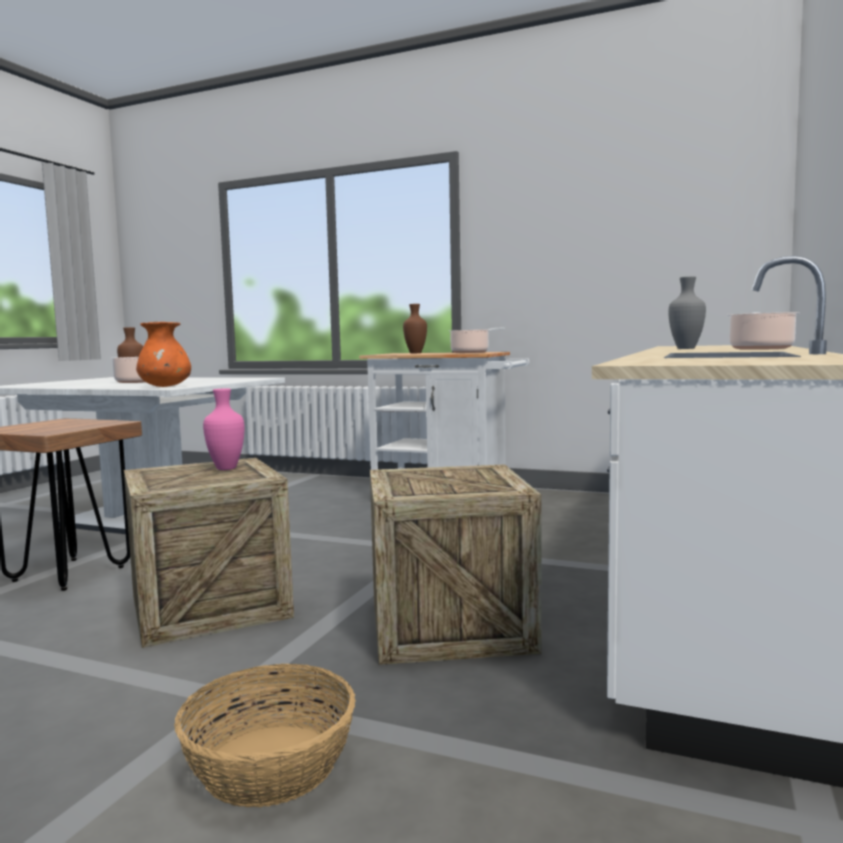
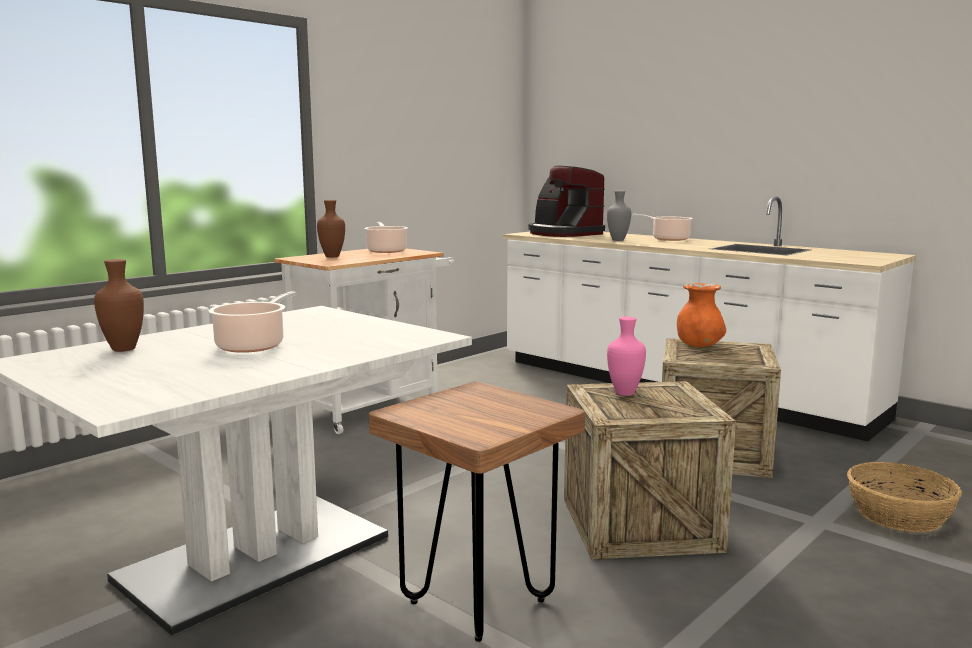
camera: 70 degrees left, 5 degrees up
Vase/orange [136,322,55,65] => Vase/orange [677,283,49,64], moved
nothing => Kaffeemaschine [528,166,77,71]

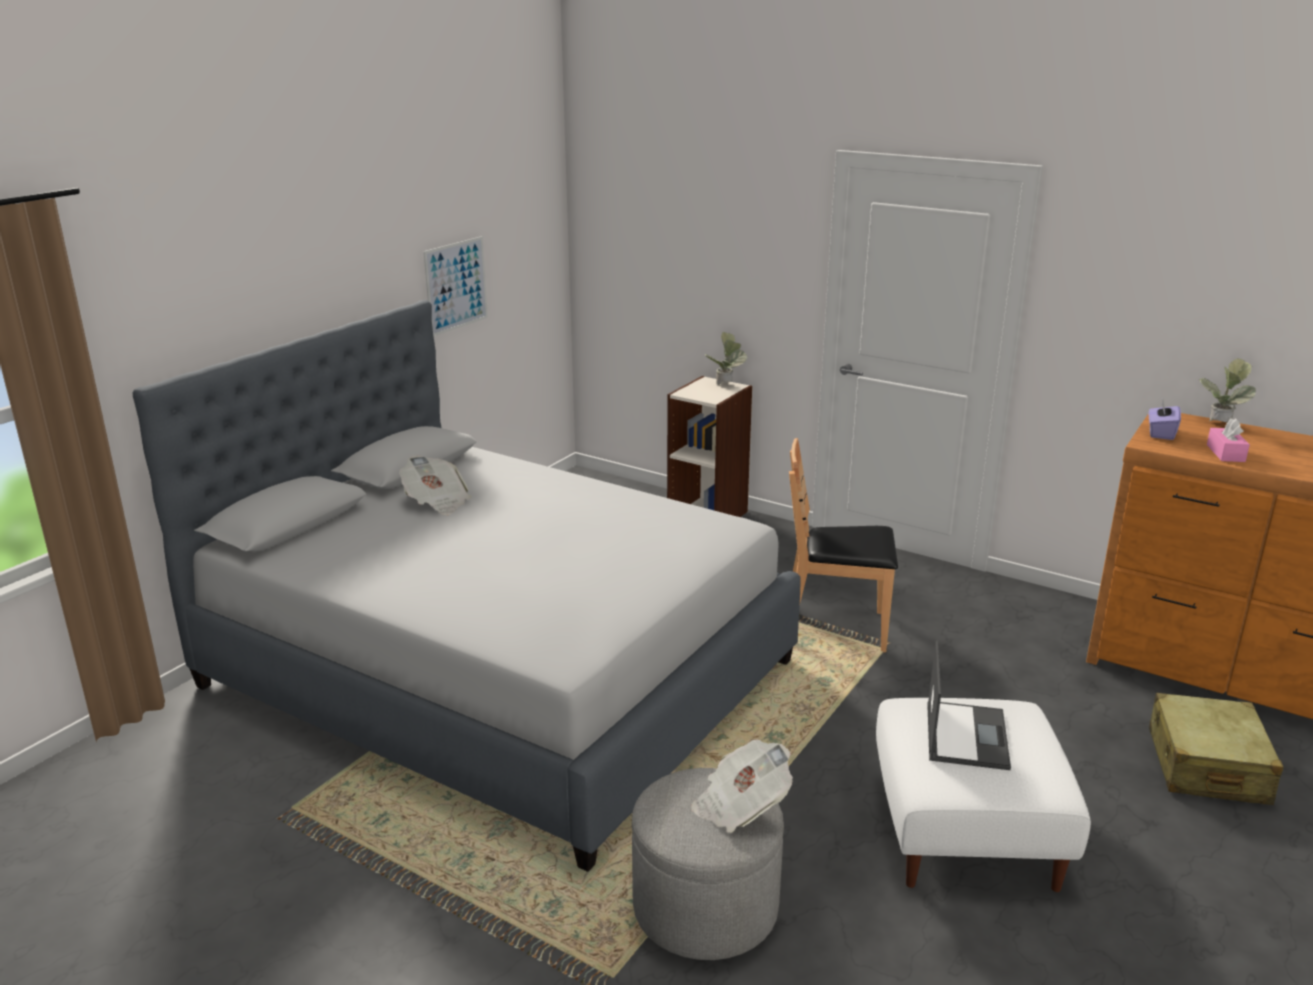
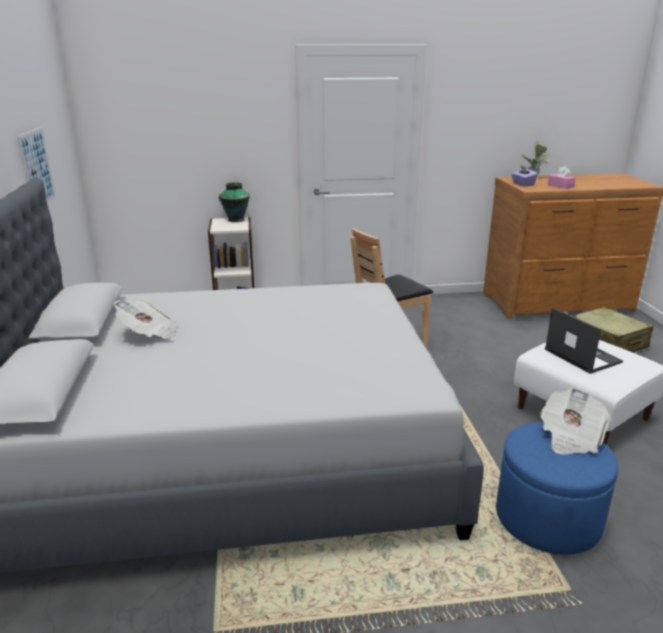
camera: 40 degrees left, 0 degrees up
Polsterhocker/grau [632,768,152,192] => Polsterhocker/blau [496,422,123,133]
Topfpflanze [705,332,42,53] => Vase [219,182,30,40]

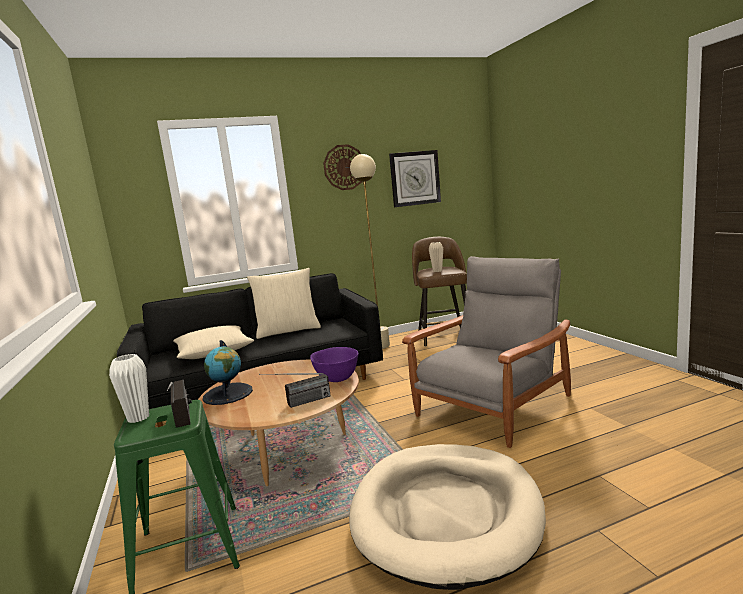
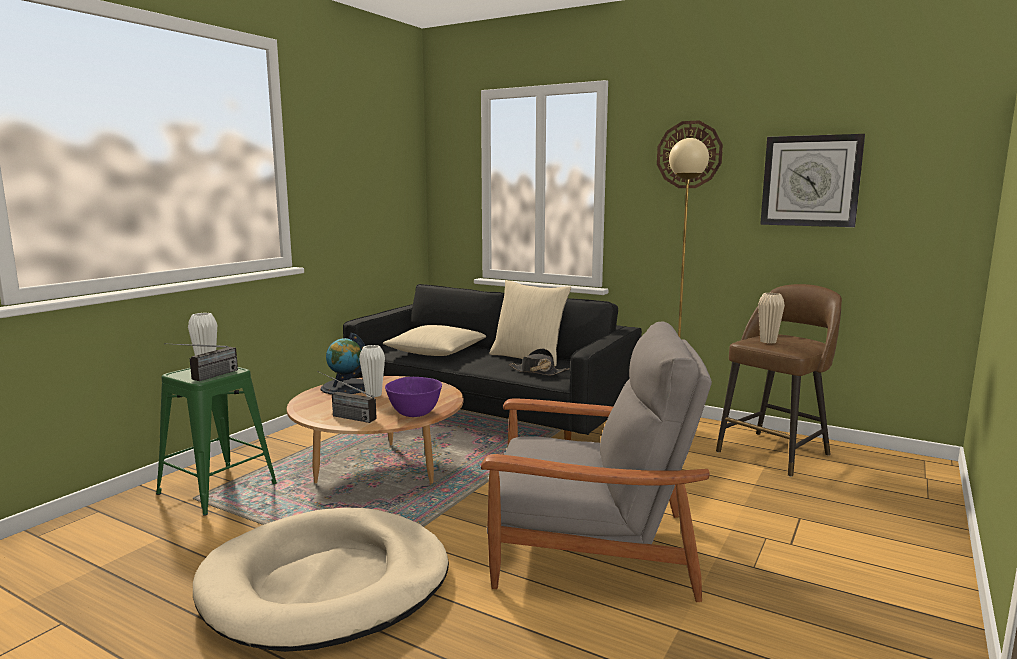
camera: 50 degrees right, 0 degrees up
nothing => Vase/weiß [359,345,26,52]
nothing => Hut/schwarz [509,348,61,27]

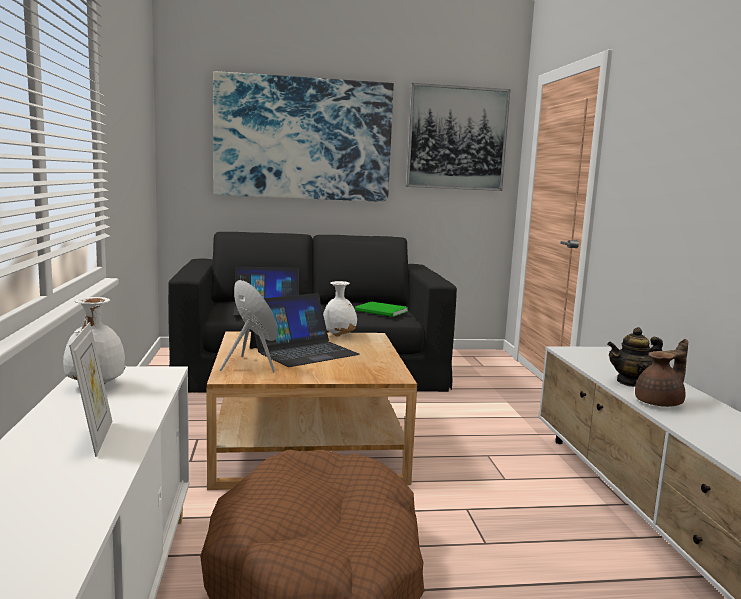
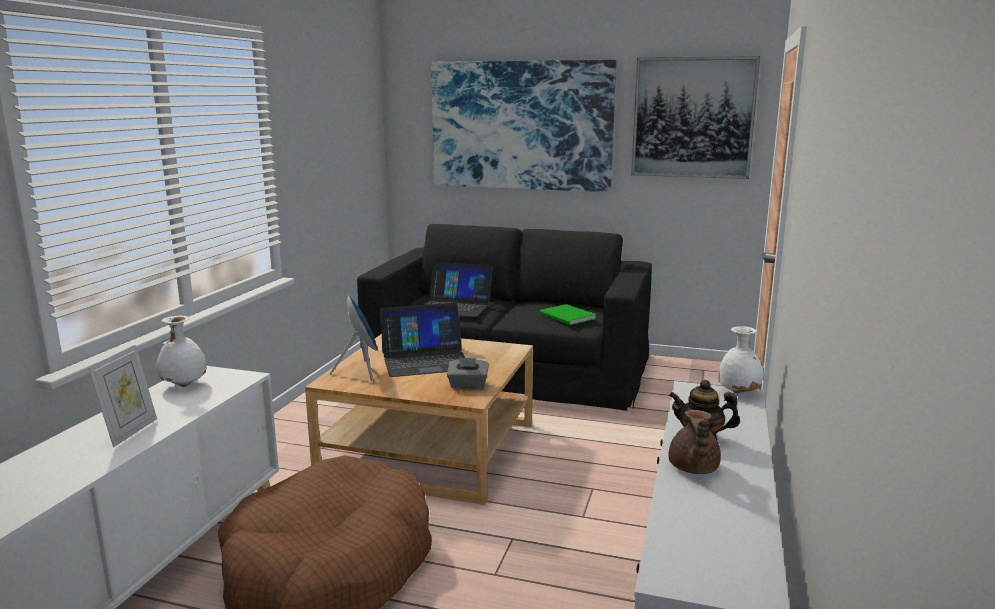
camera: 25 degrees right, 5 degrees up
Vase/weiß [323,281,34,56] => Vase/weiß [718,326,46,67], moved
Teekanne/braun [635,339,53,68] => Teekanne/braun [668,410,53,64], 105 degrees clockwise
nothing => Taschentuchbox/grau [447,358,42,31]

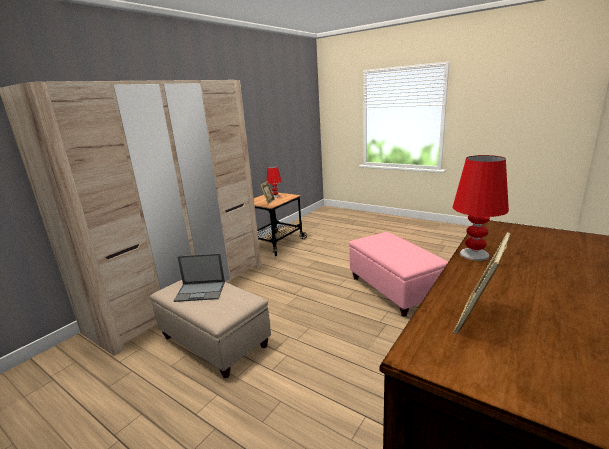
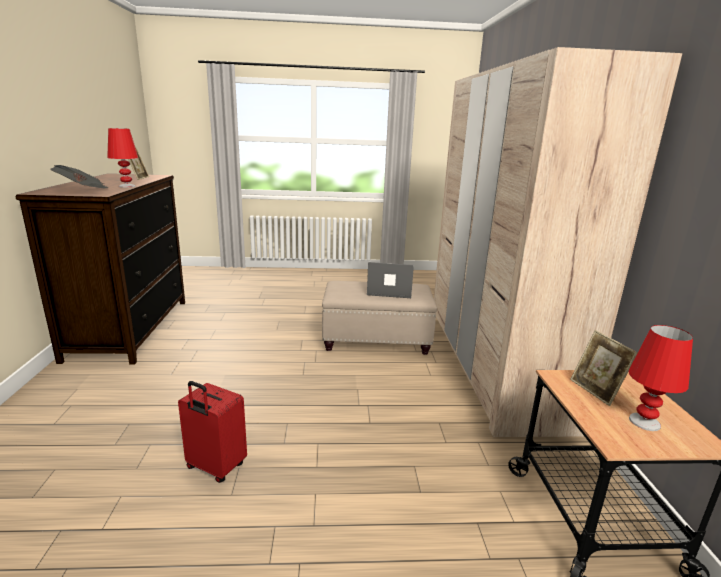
camera: 140 degrees right, 0 degrees up
Laptop [173,253,52,49] => Laptop [367,262,47,36], 45 degrees clockwise
Polsterhocker/rosa [349,232,99,85] => Koffer/rot [178,381,69,102]
nothing => Zeitung [50,165,58,23]

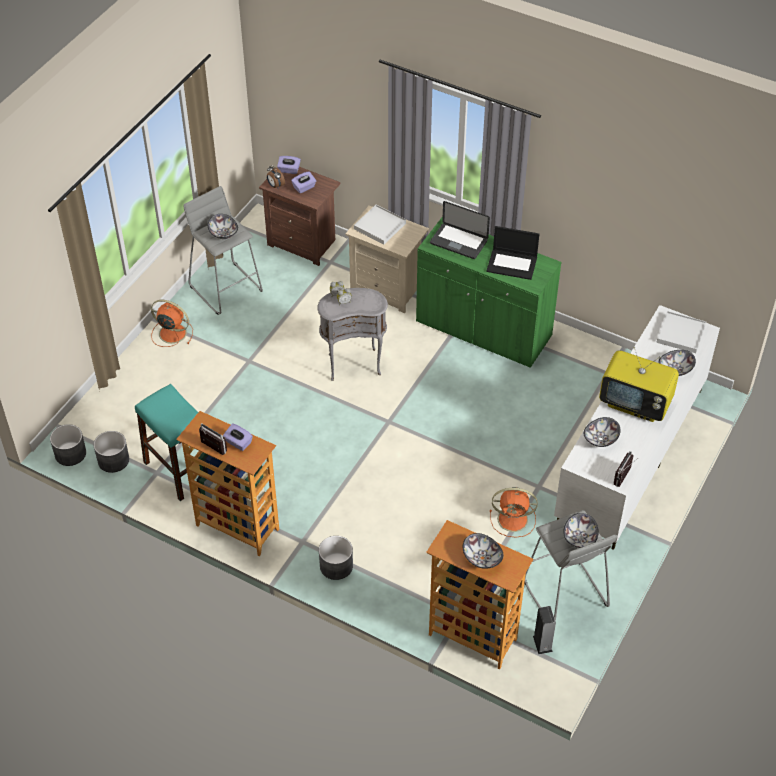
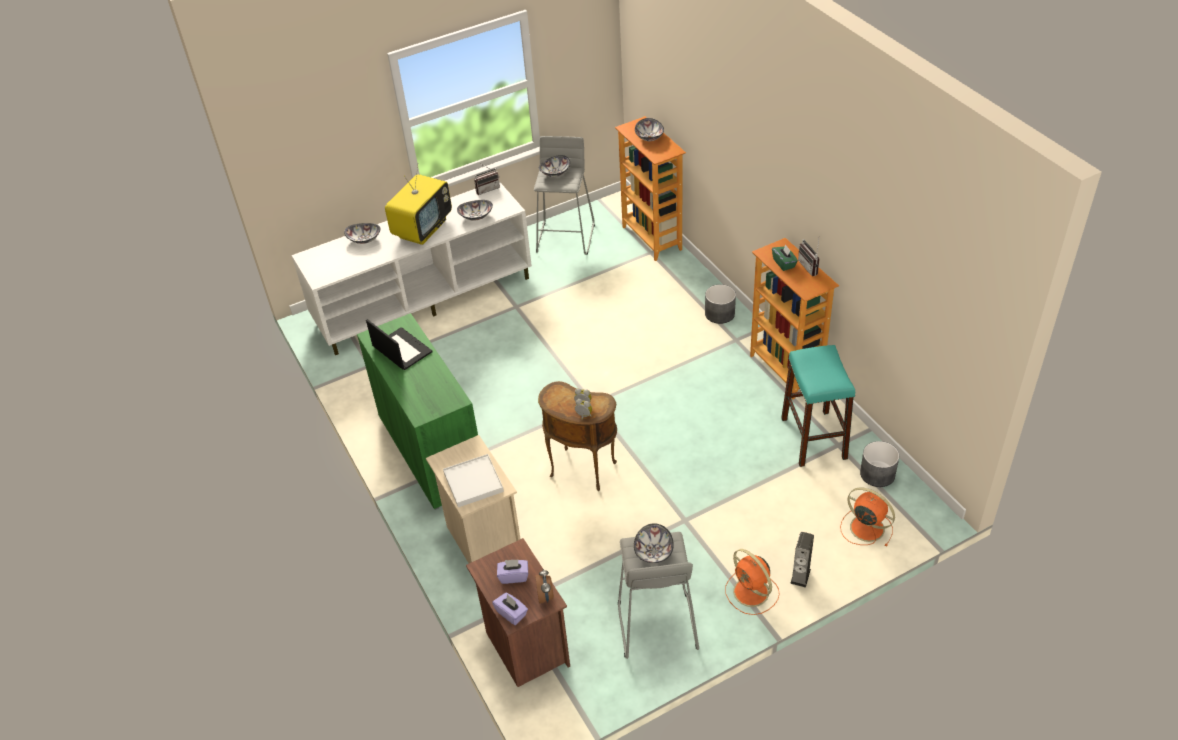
camera: 145 degrees left, 5 degrees down
Pflanzkübel/grau [50,424,36,42] => nothing
Taschentuchbox/lila [223,423,30,28] => Taschentuchbox/grün [772,244,26,27]
Beistelltisch/grau [317,288,71,93] => Beistelltisch/braun [538,381,79,110]
Laptop [430,201,60,58] => nothing
Ventilator/orange [490,487,48,51] => Ventilator/orange [840,487,55,59], moved
Lautsprecher [533,606,23,48] => Lautsprecher [790,532,24,56], moved
Fernseher [599,347,80,75] => Fernseher [385,163,67,82], 60 degrees clockwise
Tablett/weiß [656,311,50,42] => nothing

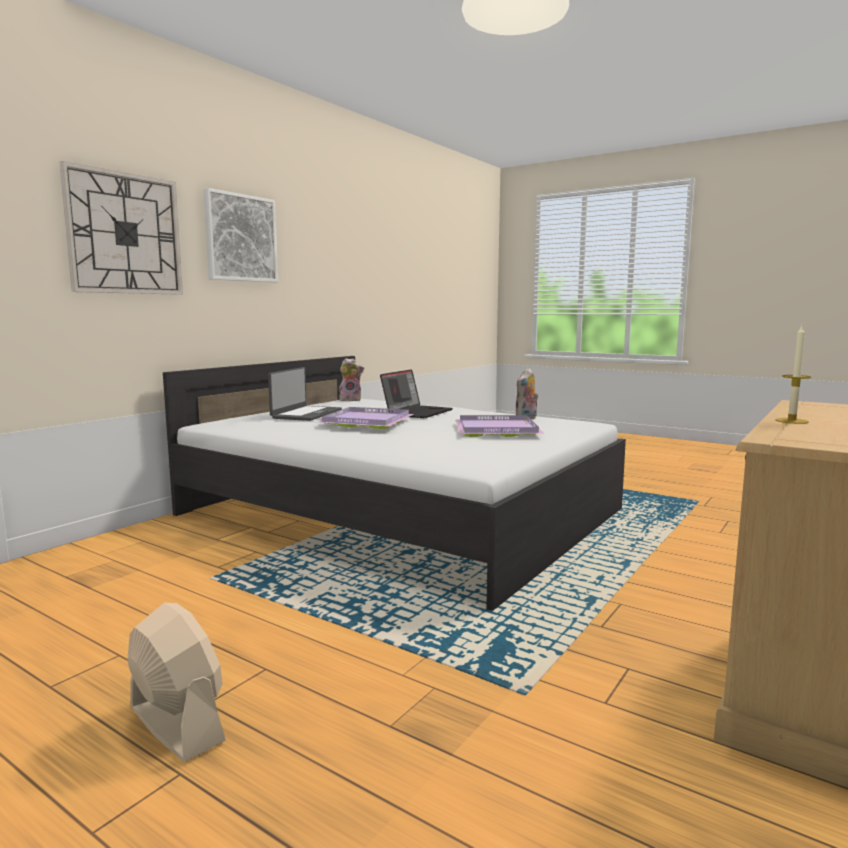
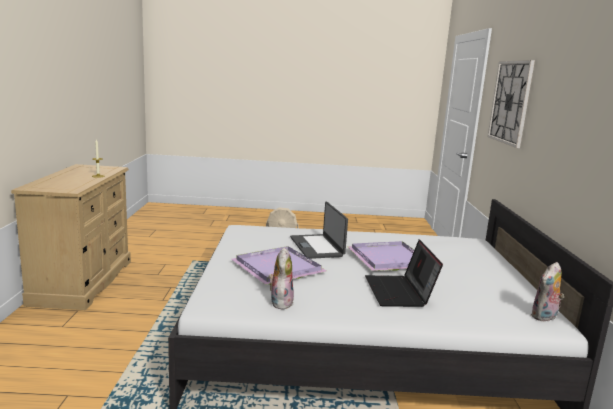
camera: 145 degrees right, 5 degrees up
Bild [203,188,75,94] => nothing
Laptop [268,367,74,54] => Laptop [290,202,58,57], moved

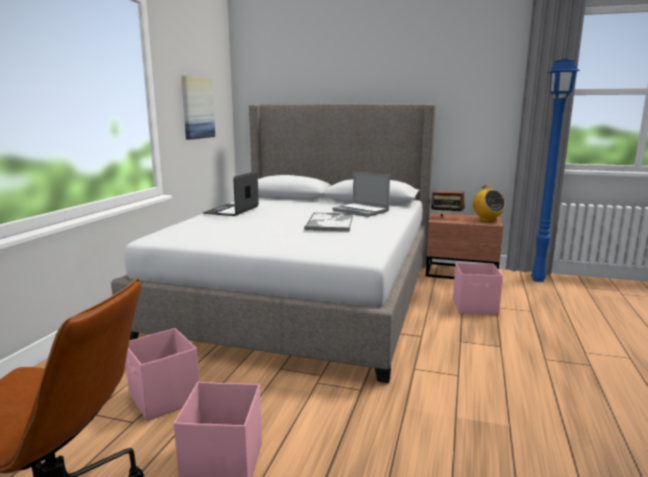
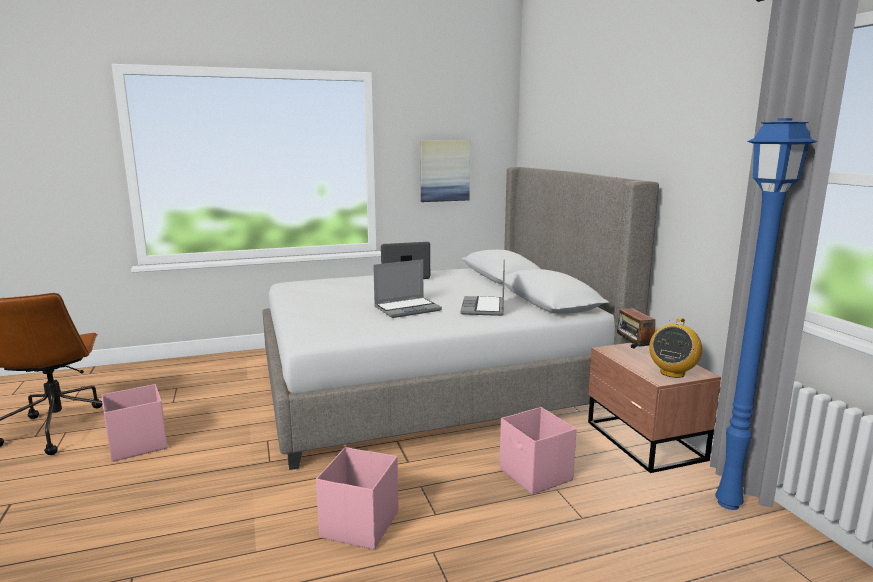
camera: 55 degrees right, 0 degrees up
Aufbewahrungsbox/rosa [125,328,74,93] => Aufbewahrungsbox/rosa [316,447,82,103], moved
Tablett [304,213,49,18] => Laptop [373,259,69,59]

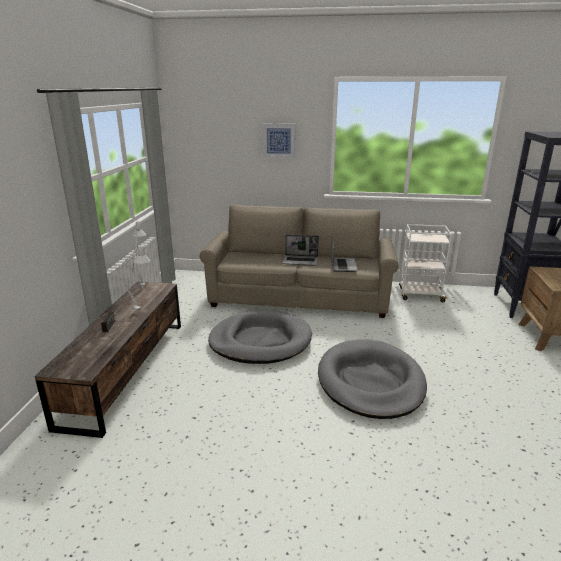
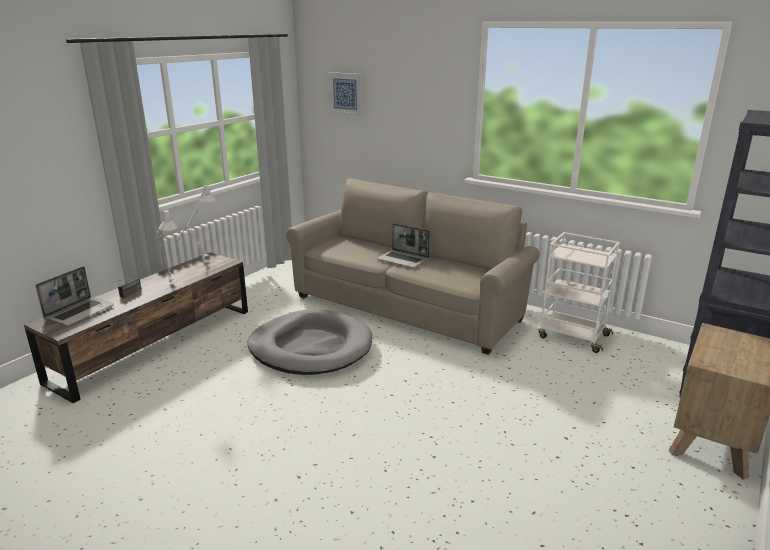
camera: 25 degrees right, 0 degrees up
Bild [262,123,33,35] => Bild [328,72,35,44], moved
Hundebett/grau [318,339,109,80] => nothing
Laptop [331,237,27,35] => Laptop [36,266,78,60], moved

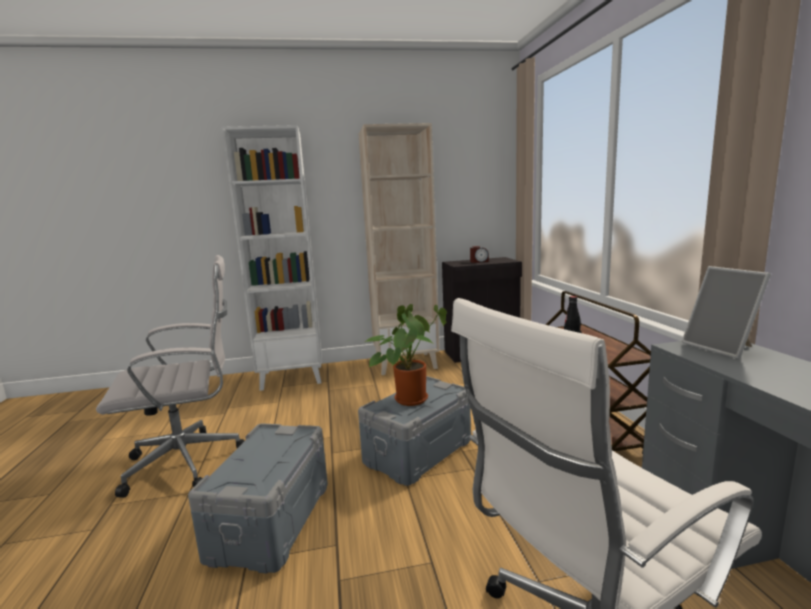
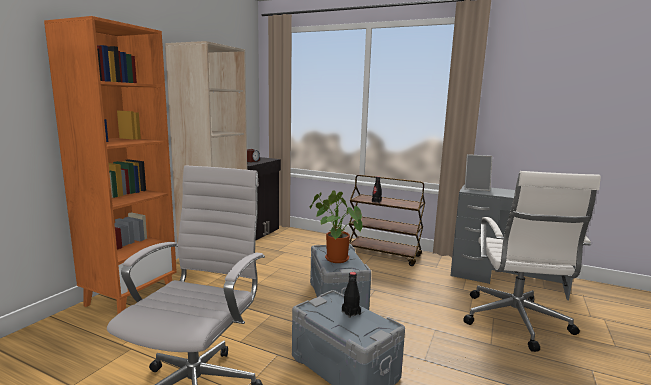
camera: 55 degrees left, 0 degrees up
Bücherregal/weiß [222,125,100,266] => Bücherregal/orange [44,16,133,298]
nothing => Flasche/schwarz [342,272,19,46]

